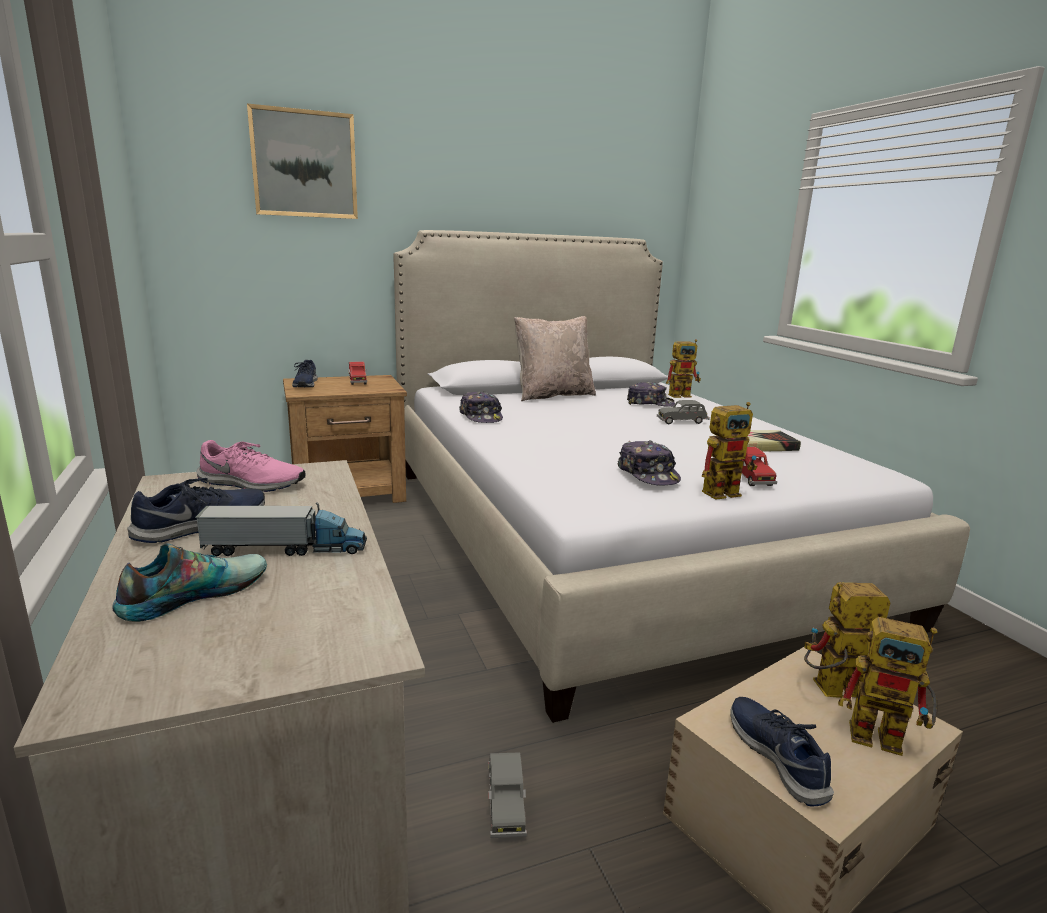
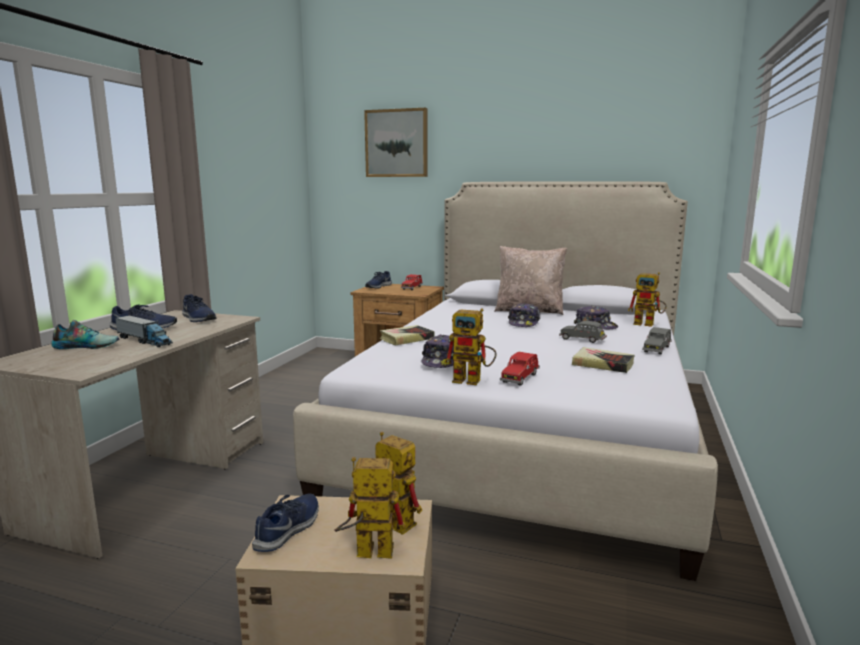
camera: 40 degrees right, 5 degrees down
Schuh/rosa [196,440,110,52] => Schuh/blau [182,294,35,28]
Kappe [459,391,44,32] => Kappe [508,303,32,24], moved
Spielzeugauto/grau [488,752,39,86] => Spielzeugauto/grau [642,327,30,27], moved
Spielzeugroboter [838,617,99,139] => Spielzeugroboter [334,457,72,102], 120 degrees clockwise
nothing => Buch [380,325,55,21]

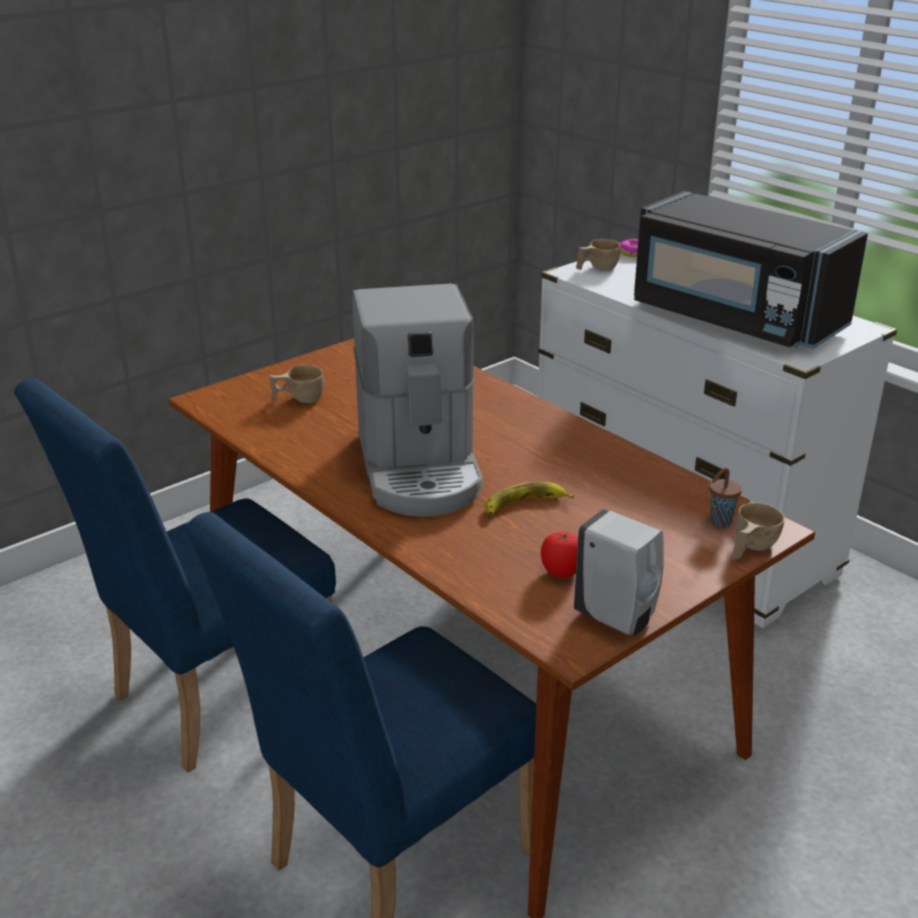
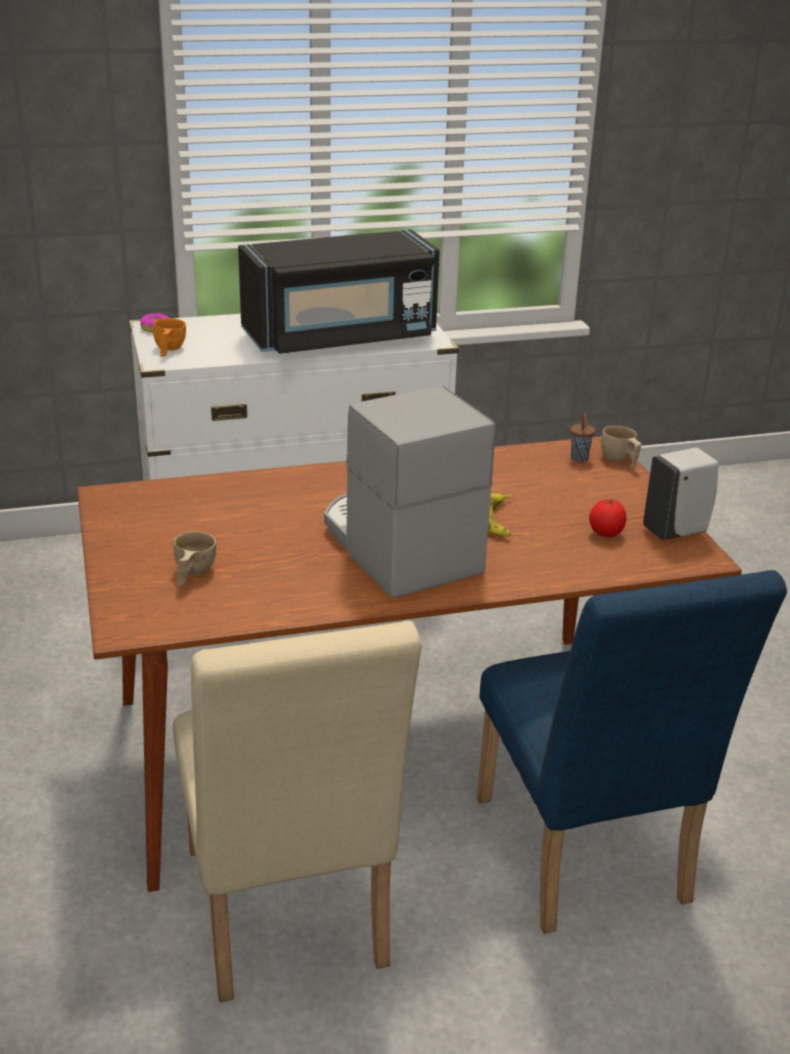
camera: 65 degrees left, 0 degrees up
Stuhl/blau [14,378,322,394] => Stuhl/beige [173,621,249,381]
Kaffeemaschine [352,284,131,233] => Kaffeemaschine [324,386,171,212], 135 degrees counterclockwise
Tasse/beige [576,239,45,32] => Tasse/orange [153,318,33,39]

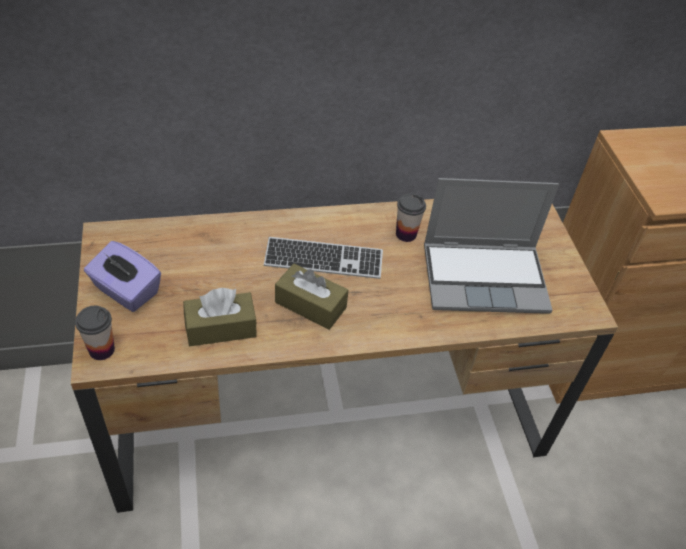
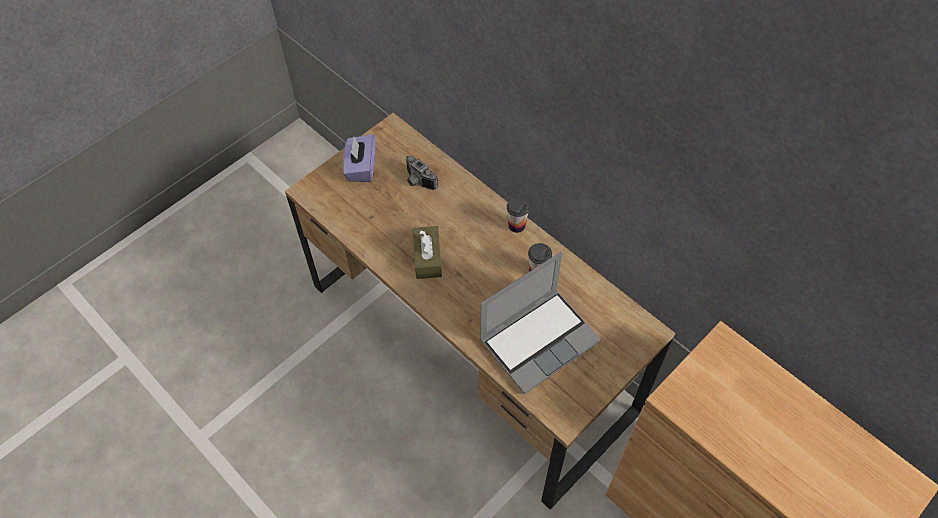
camera: 60 degrees right, 10 degrees up
Tasse [75,306,40,54] => Tasse [507,197,23,36], moved
Taschentuchbox/braun [183,288,74,58] => nothing
Tastatur [264,237,119,42] => nothing
Laptop [424,178,135,136] => Laptop [479,252,122,142], 90 degrees counterclockwise
nothing => Kamera [406,155,32,35]

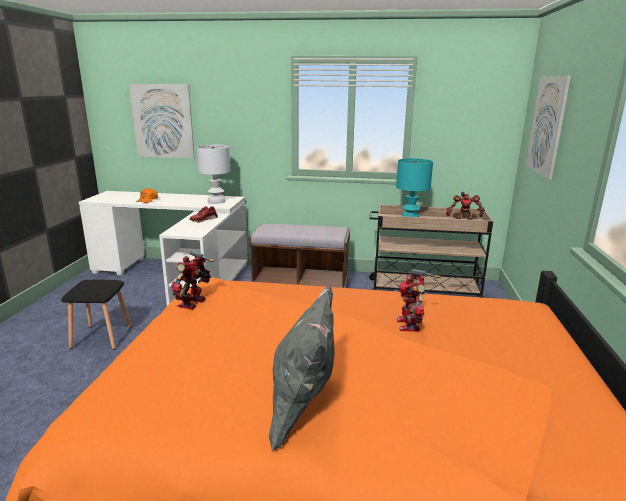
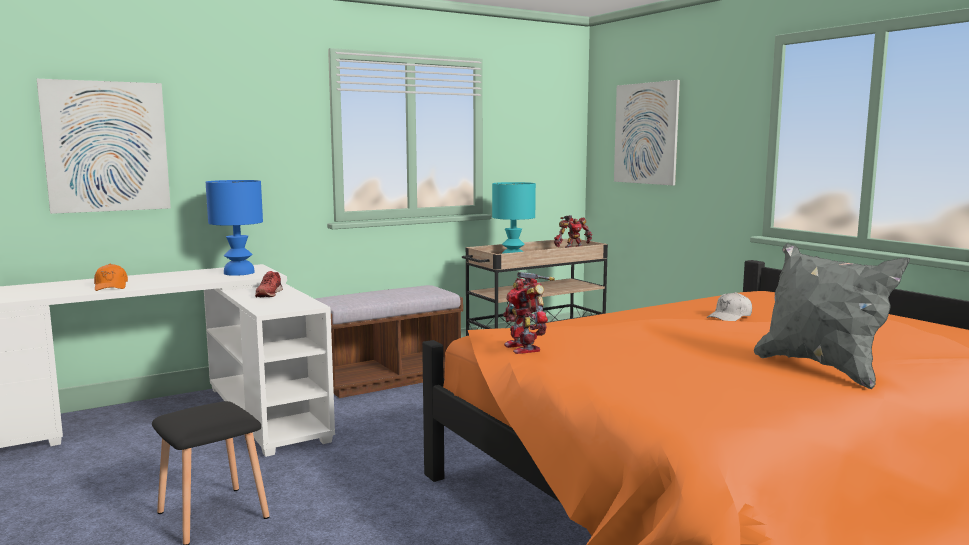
camera: 40 degrees left, 10 degrees down
Tischlampe/weiß [197,145,33,59] => Tischlampe/blau [206,180,57,96]
Spielzeugroboter [397,269,44,63] => Kappe/weiß [706,292,46,29]

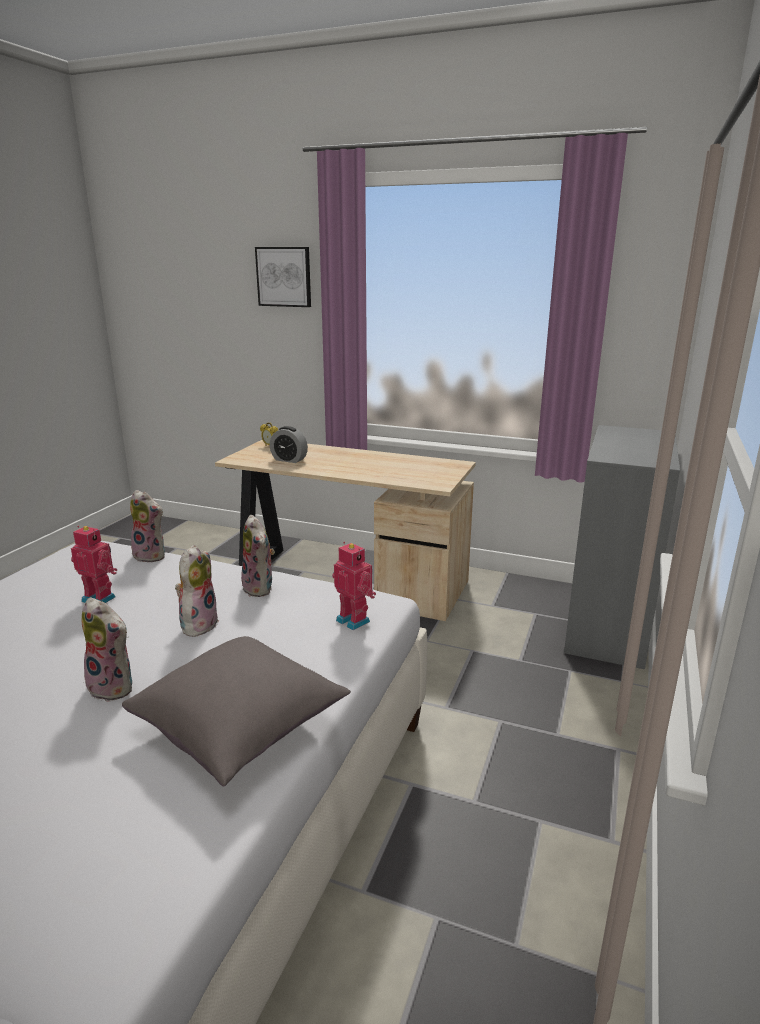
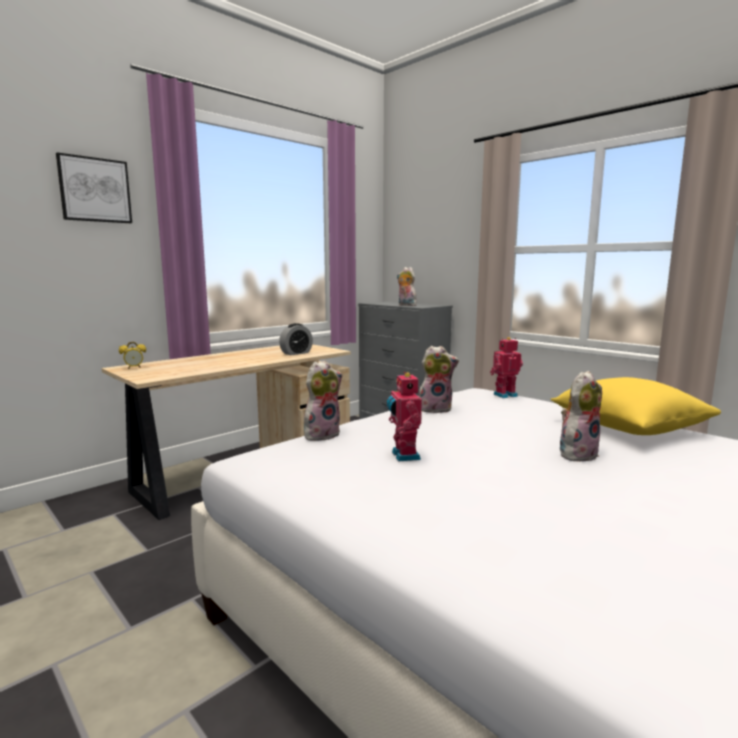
camera: 65 degrees left, 10 degrees down
Spielzeugroboter [71,526,46,77] => Spielzeugroboter [387,372,35,90], 60 degrees counterclockwise
Kissen/grau [122,636,229,150] => Kissen/gelb [551,377,170,58]
Plüschtier [175,545,44,93] => Plüschtier [397,267,20,39], moved
Wecker [270,426,38,37] => Wecker [279,323,34,32], moved

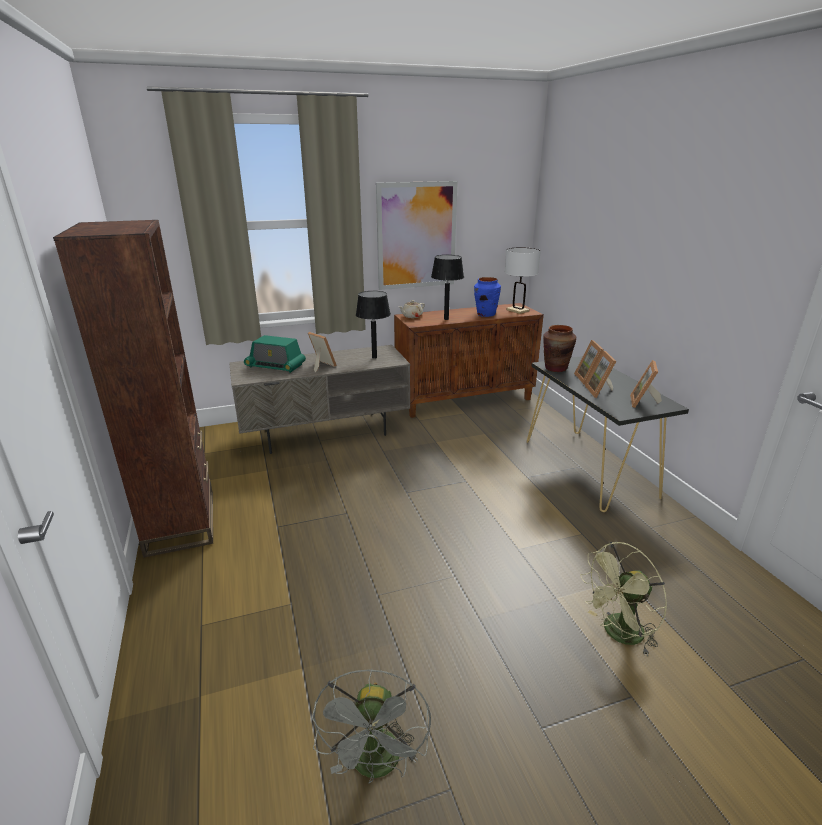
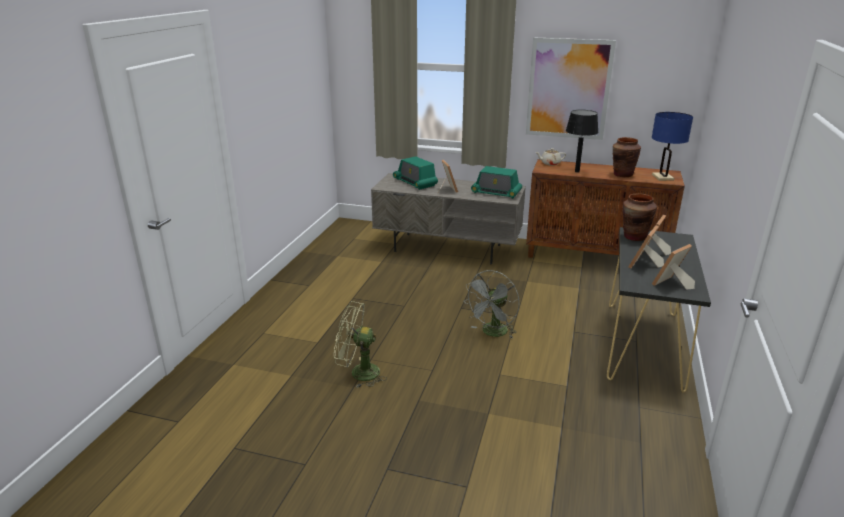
camera: 35 degrees right, 0 degrees up
Bücherregal/braun [53,220,160,338] => nothing
Ventilator/grau [312,669,119,114] => Ventilator/grau [465,270,55,68], moved
Tischlampe/schwarz [356,291,35,68] => Radio [471,166,51,33]
Vase/blau [474,277,27,40] => Vase/braun [612,137,29,40]
Tischlampe/weiß [505,247,36,67] => Tischlampe/blau [652,112,41,69]
Ventilator/grün [580,542,87,114] => Ventilator/grün [334,301,53,87], moved

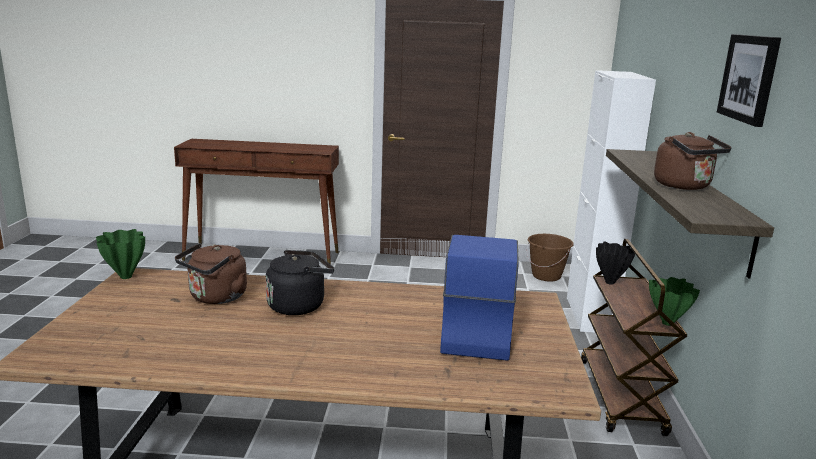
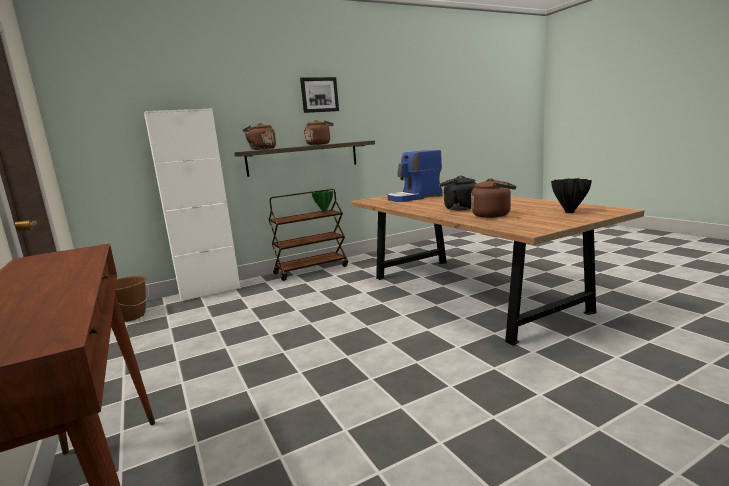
camera: 120 degrees left, 5 degrees down
Vase/grün [96,229,49,50] => nothing
Vase/schwarz [596,241,39,44] => Vase/schwarz [551,178,41,35], moved
nothing => Wasserkessel/braun [243,123,33,27]

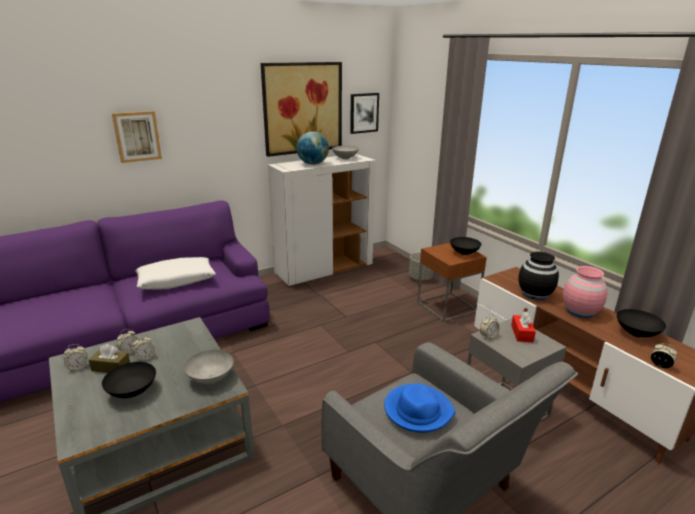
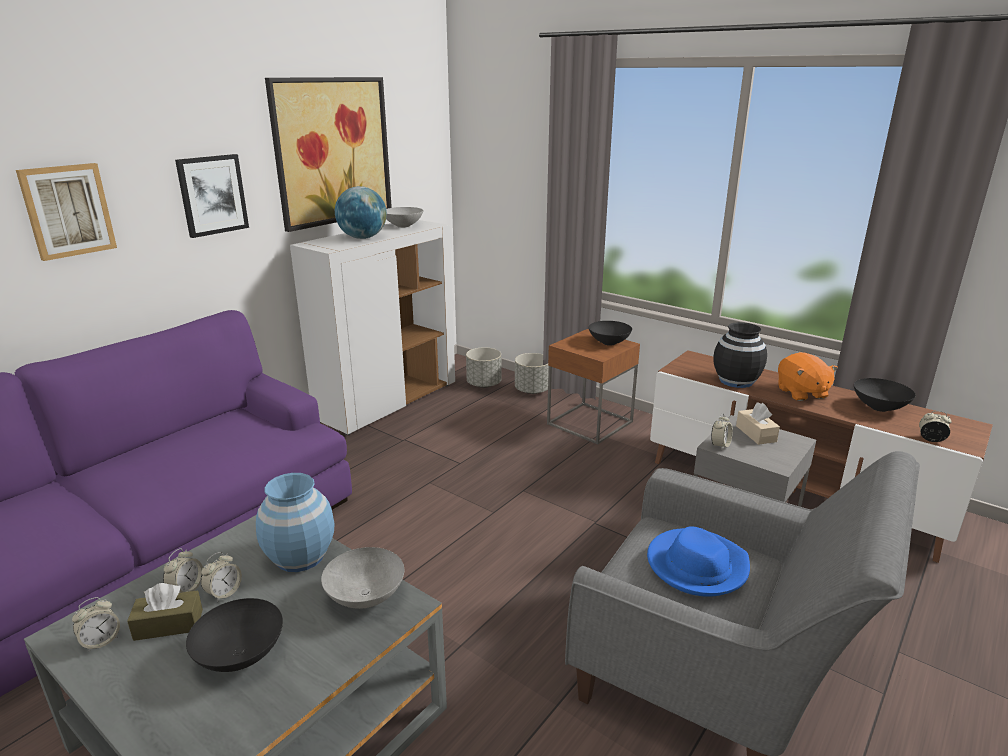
camera: 20 degrees left, 0 degrees up
Kissen/weiß [135,257,81,33] => nothing
Bild [350,93,29,41] => Bild [175,154,74,84], moved
Taschentuchbox/rot [511,311,25,31] => Taschentuchbox/beige [736,402,44,43]
Vase/rosa [563,266,45,52] => Plüschtier/orange [778,352,60,49]
nothing => Vase/blau [256,473,78,99]
nothing => Pflanzkübel/grau [466,347,35,41]

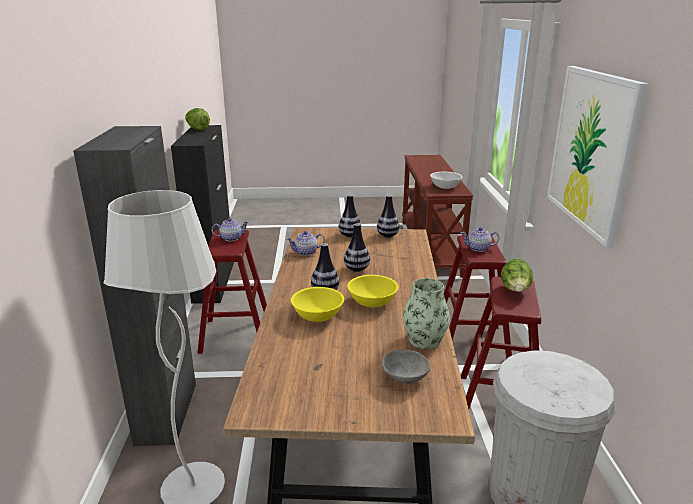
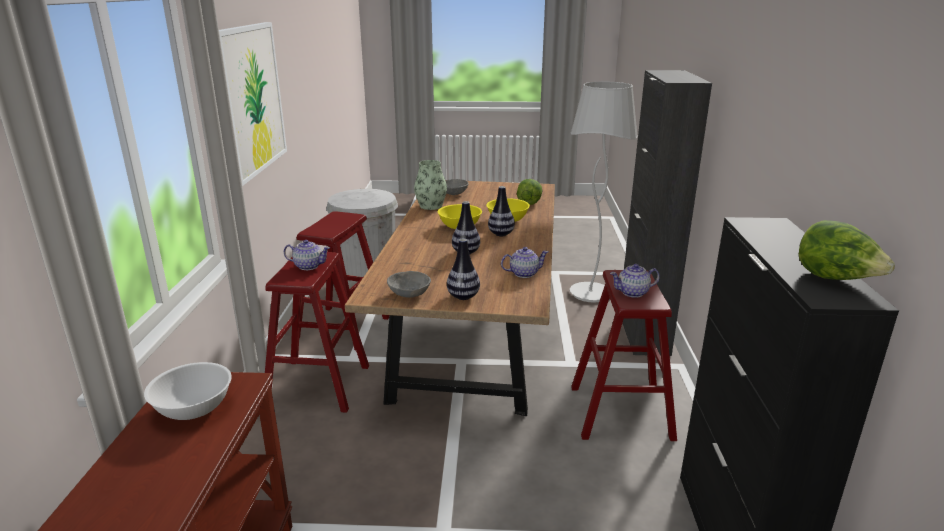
camera: 175 degrees left, 0 degrees up
Vase [377,195,23,43] => Schüssel/grau [387,271,44,27]
Salatkopf [501,258,32,34] => Salatkopf [517,179,25,26], moved

